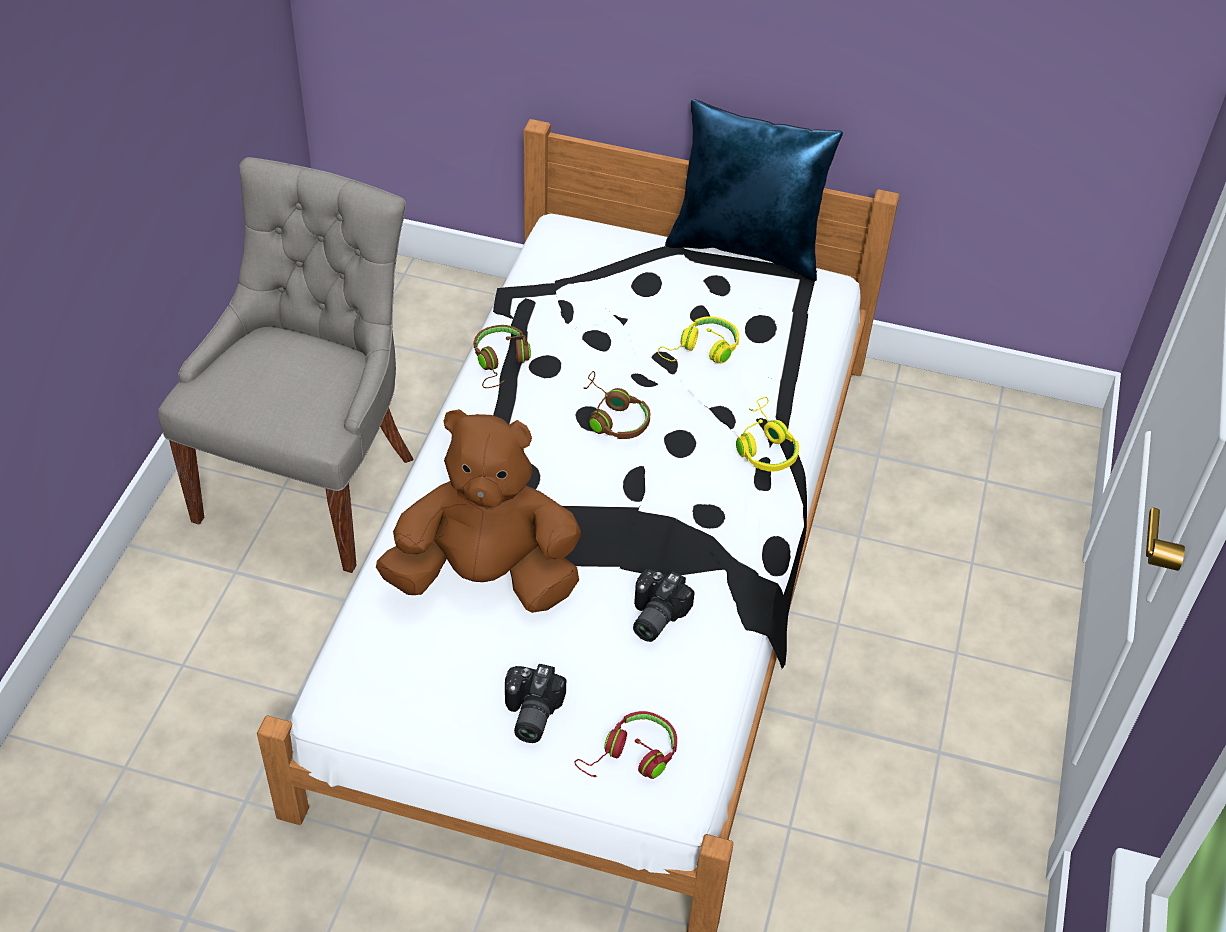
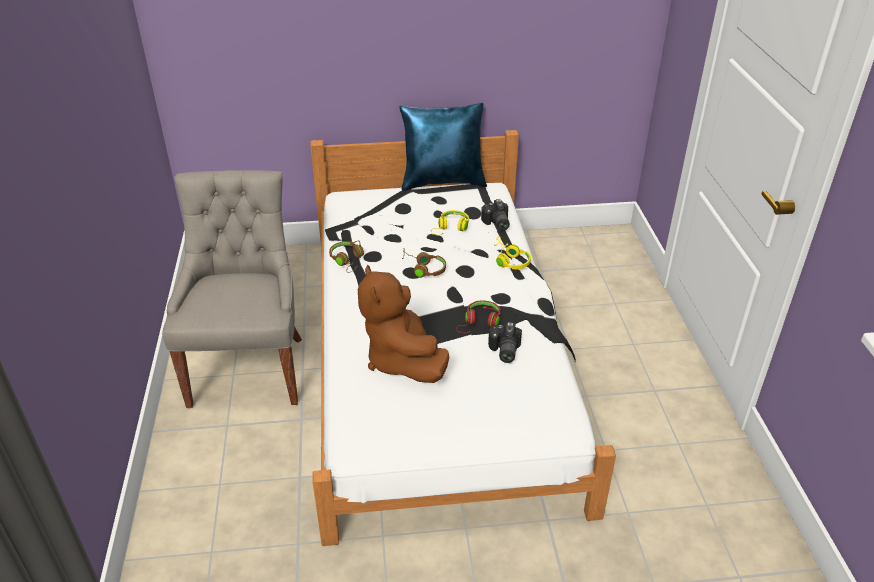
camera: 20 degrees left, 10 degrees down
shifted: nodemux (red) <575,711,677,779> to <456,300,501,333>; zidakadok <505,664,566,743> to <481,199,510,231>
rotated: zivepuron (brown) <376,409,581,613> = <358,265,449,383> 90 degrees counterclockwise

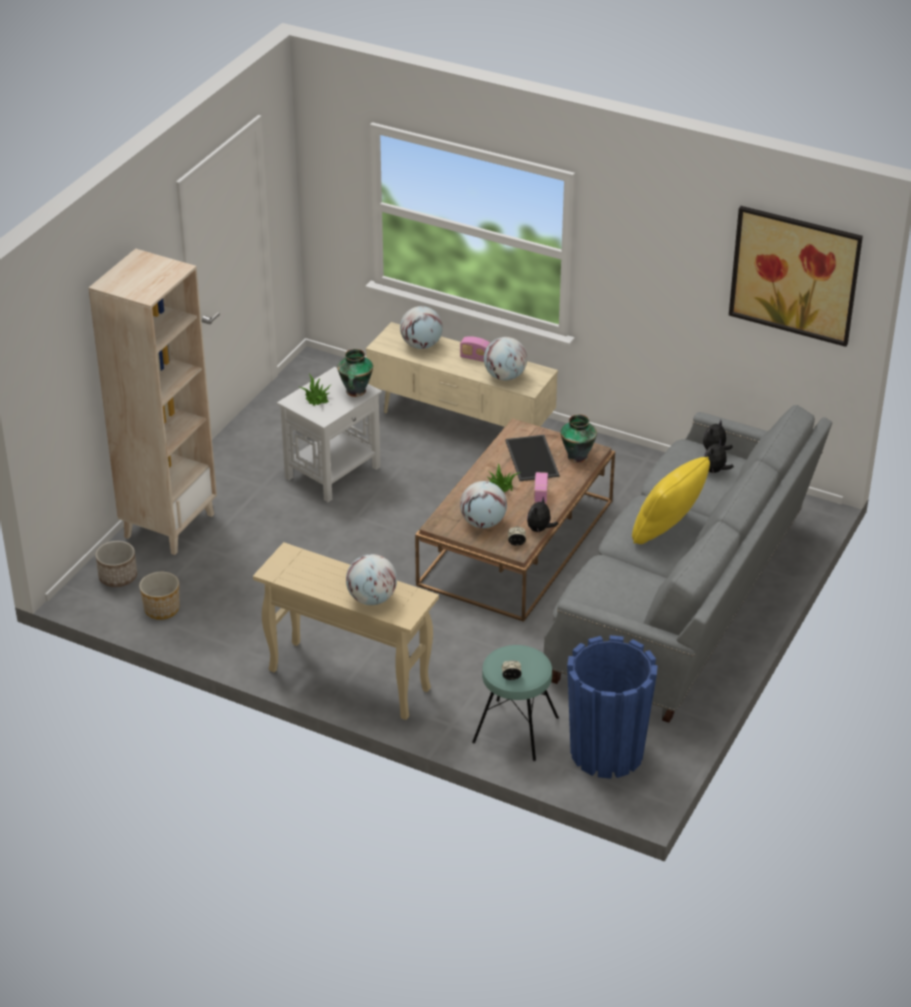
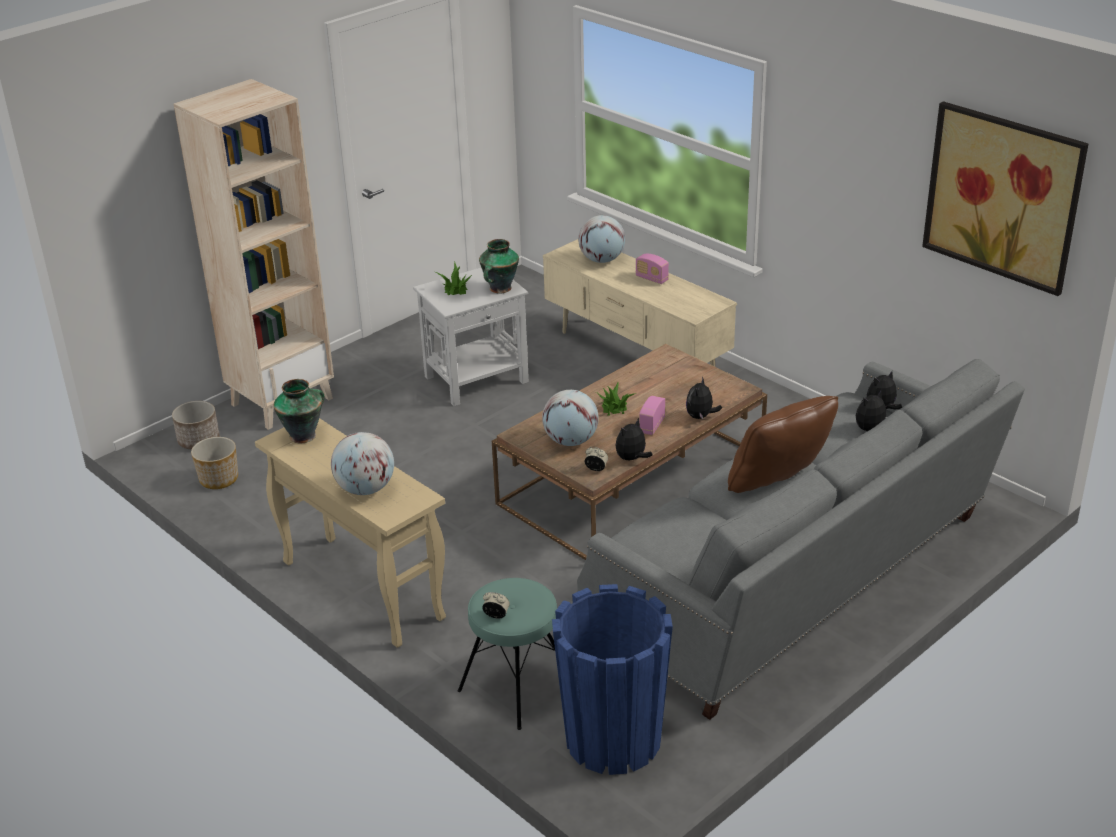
camera: 20 degrees right, 5 degrees down
gone: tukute <484,337,527,381>; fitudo <506,435,559,481>
new: zivepuron <686,376,722,419>
shifted: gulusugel <560,414,597,463> to <274,379,324,444>
repainted: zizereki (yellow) <632,457,710,544> to zizereki (brown) <728,396,838,493>

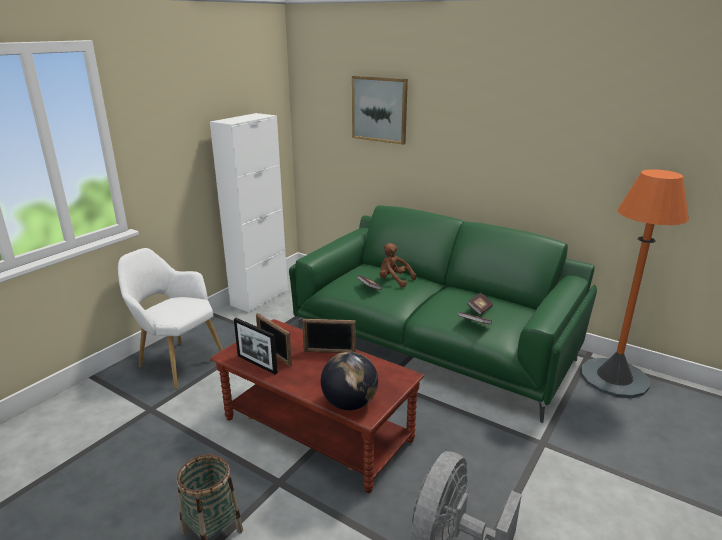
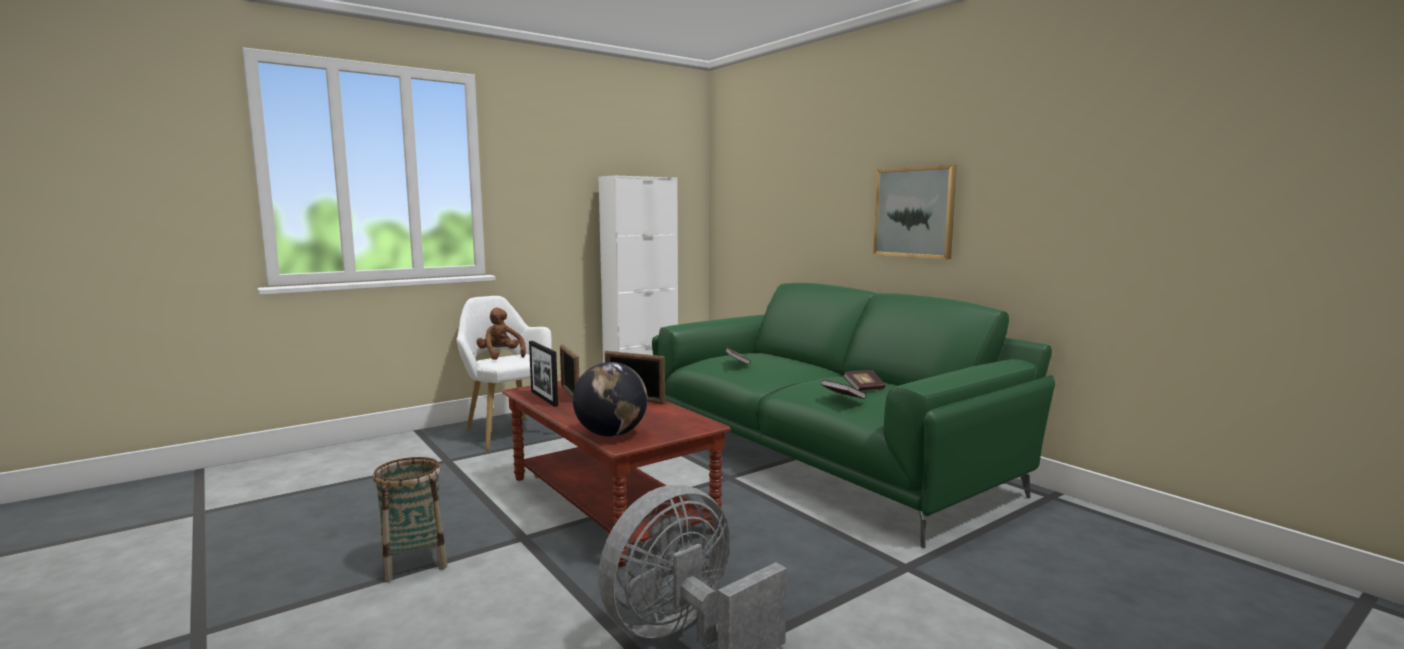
camera: 20 degrees right, 15 degrees down
gone: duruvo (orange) <581,169,689,398>
shifted: zivepuron (brown) <380,243,416,288> to <476,308,526,360>; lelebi <352,76,408,145> to <873,165,957,259>

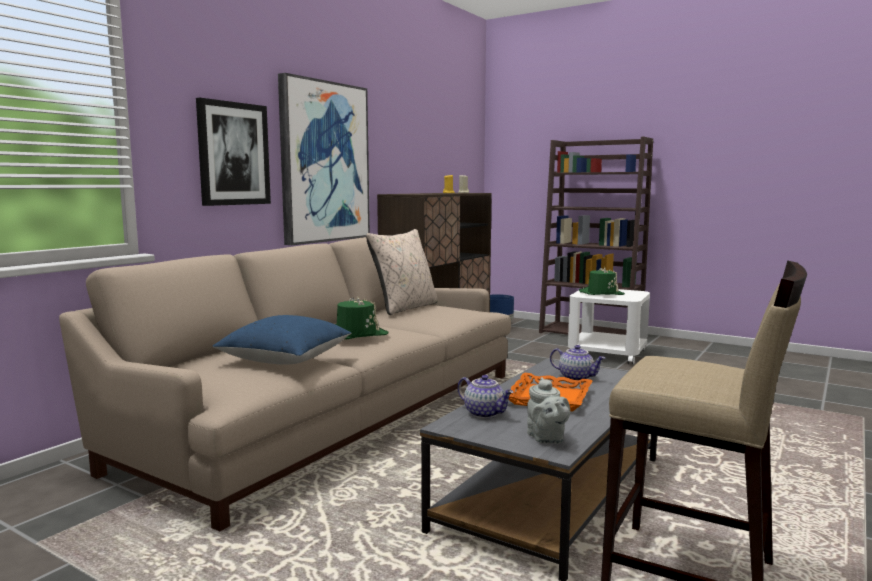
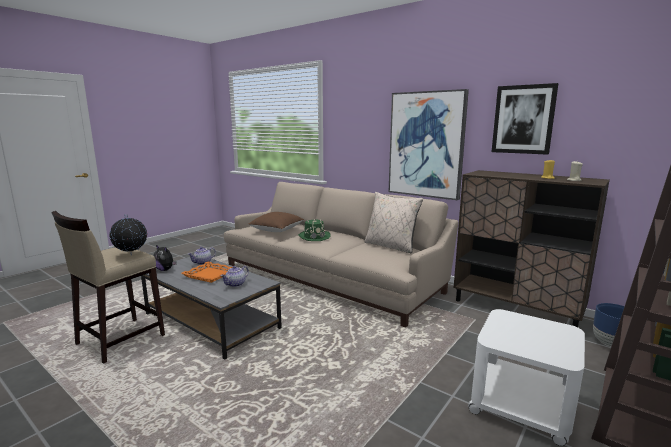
camera: 95 degrees right, 5 degrees up
gone: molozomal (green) <579,267,625,295>
new: tukute <109,214,147,255>
shifted: lelebi <196,98,271,206> to <492,83,558,155>
swapped: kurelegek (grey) <527,377,570,444> to zivepuron <154,245,177,271>
repainted: zizereki (blue) <213,315,351,365> to zizereki (brown) <248,212,304,232>

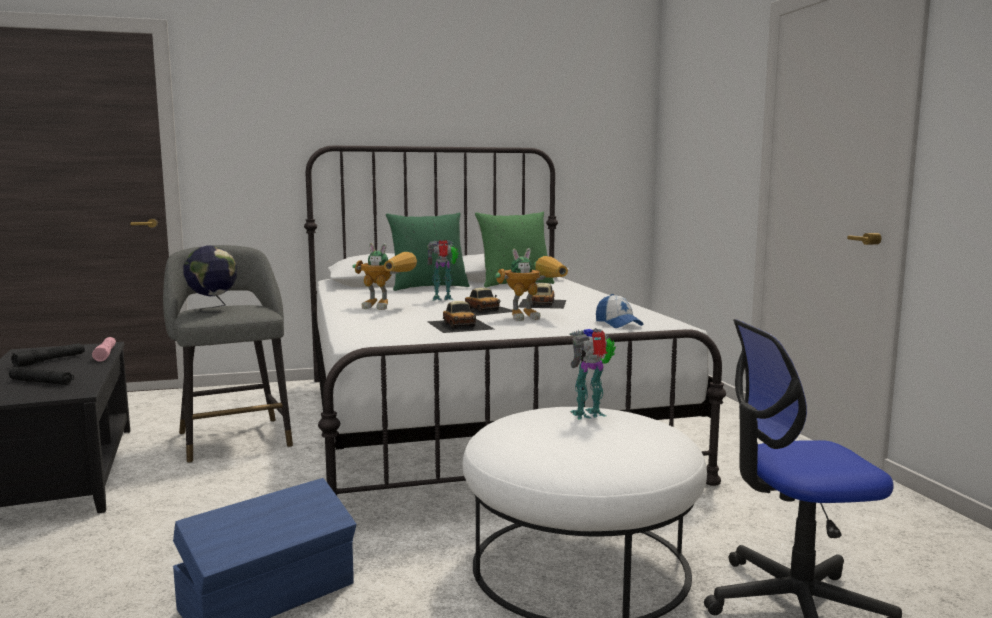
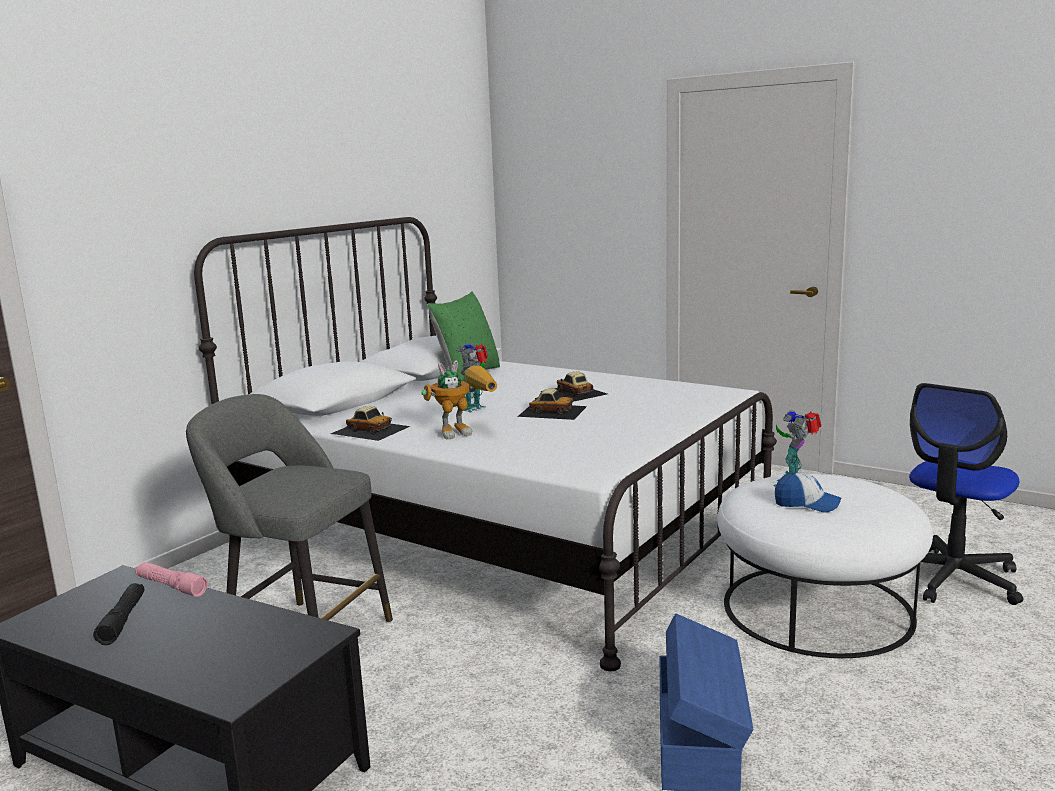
camera: 40 degrees left, 5 degrees up
gone: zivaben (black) <9,367,74,385>; tukute <183,245,237,313>; zizereki (green) <386,213,469,291>; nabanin <495,248,568,321>
shifted: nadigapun <427,301,494,333> to <330,406,410,441>; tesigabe <596,294,644,328> to <775,472,841,513>

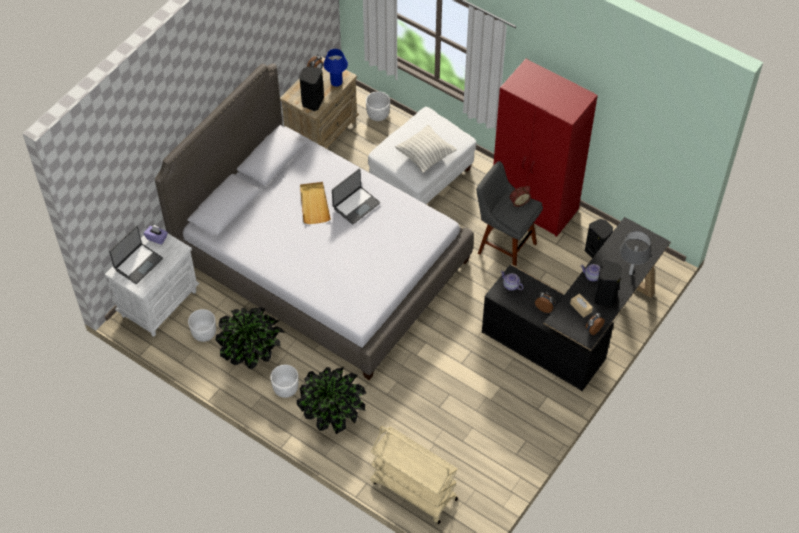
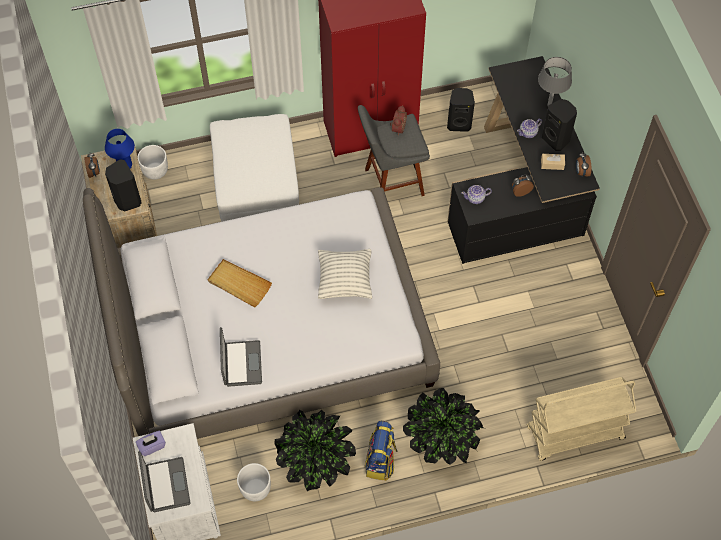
camera: 50 degrees left, 5 degrees up
shifted: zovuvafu <332,169,380,225> to <220,327,262,387>; zizereki <395,124,457,173> to <318,249,372,299>
swapped: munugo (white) <270,365,299,398> to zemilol <365,421,397,481>

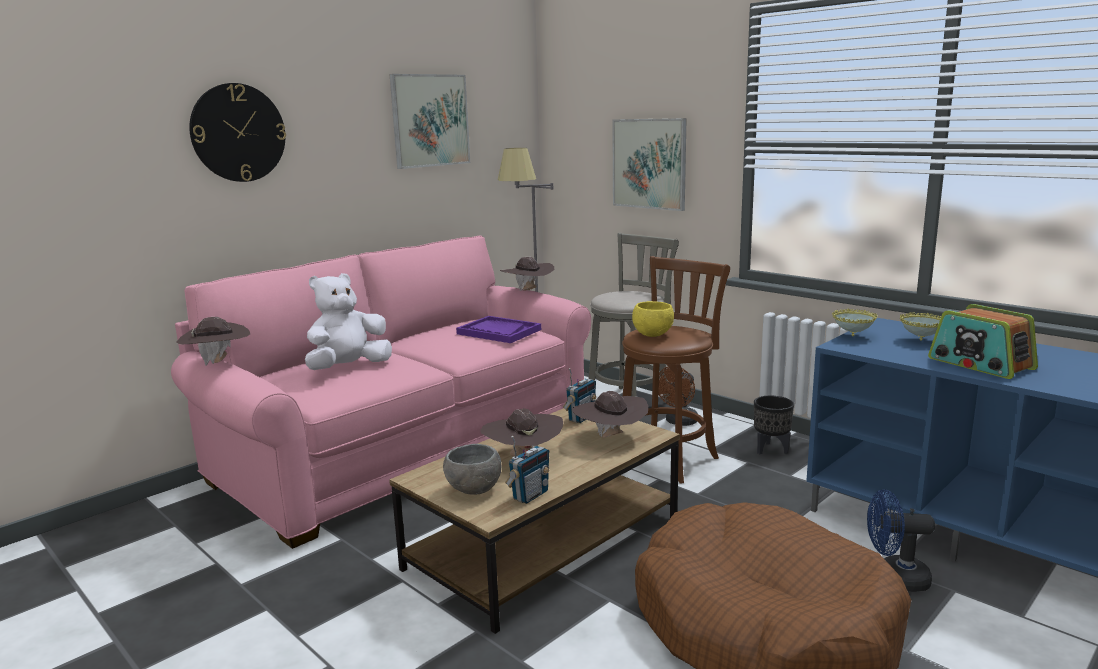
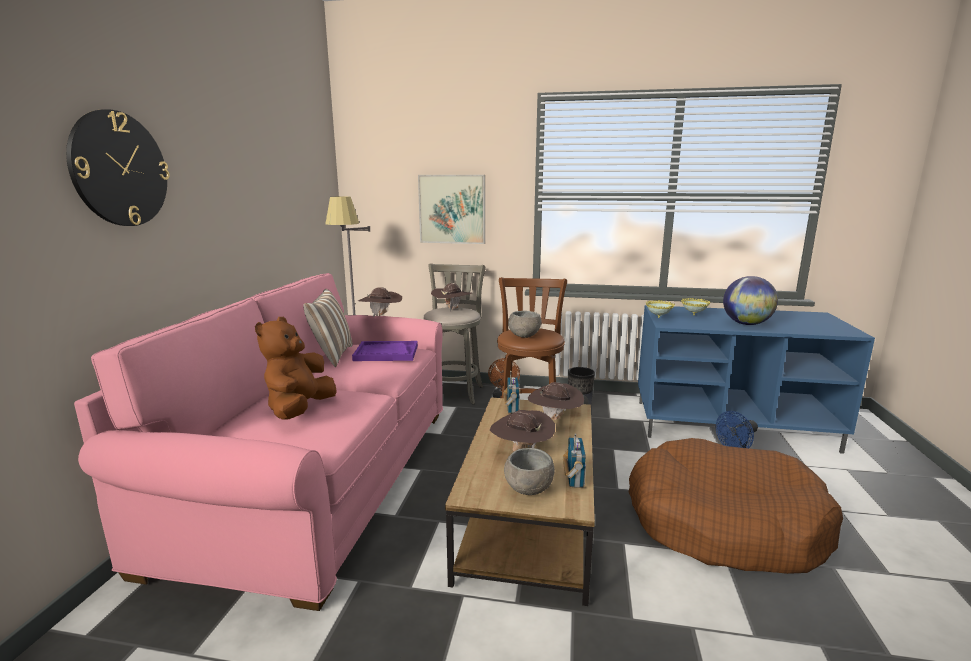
camera: 35 degrees left, 0 degrees up
gone: lelebi <390,74,470,169>
new: zizereki <303,289,353,367>
shifted: molozomal (brown) <177,317,250,366> to <431,283,472,311>
swapped: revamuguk <928,304,1038,379> to tukute <723,276,778,325>
repainted: zivepuron (white) <305,273,392,370> to zivepuron (brown) <255,317,337,420>; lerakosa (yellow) <632,301,674,337> to lerakosa (grey) <508,311,541,338>

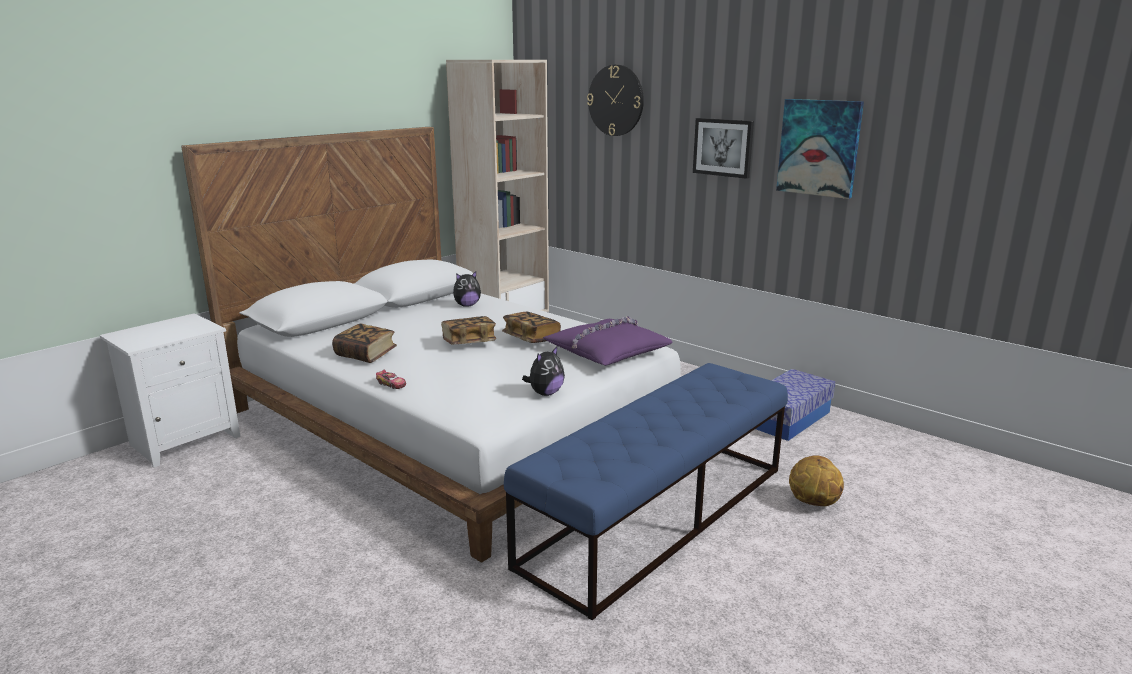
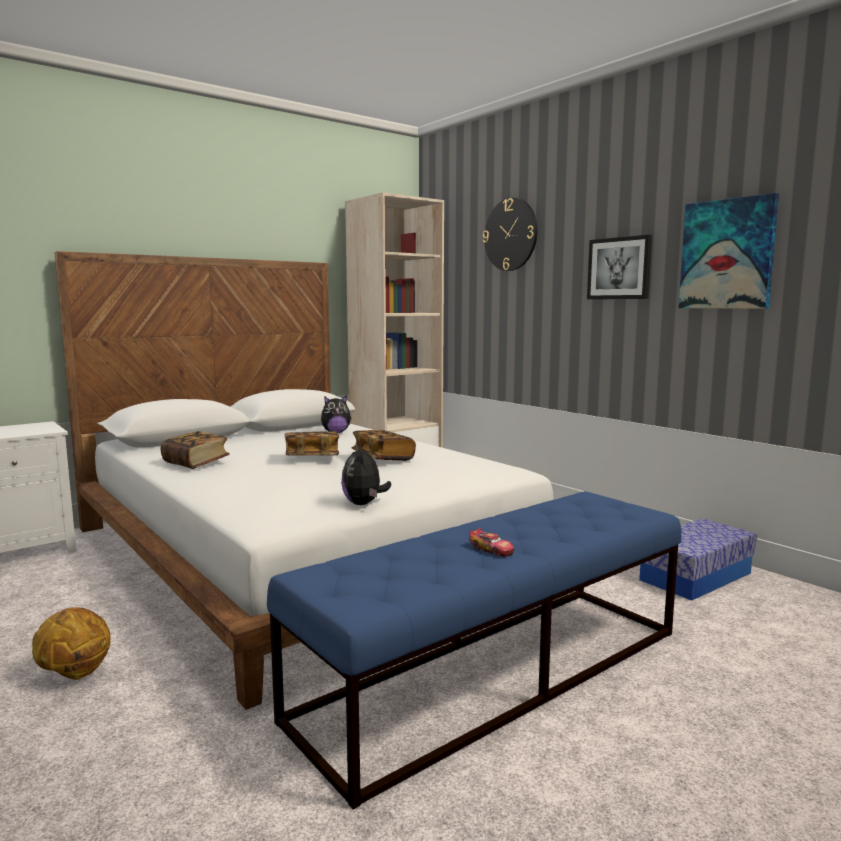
camera: 10 degrees right, 10 degrees down
gone: zizereki (purple) <543,316,673,366>
shifted: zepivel <789,455,844,506> to <32,607,111,680>; nadigapun <376,369,406,389> to <469,528,514,557>
rotated: zivepuron <522,347,565,396> = <341,444,391,505> 120 degrees clockwise

